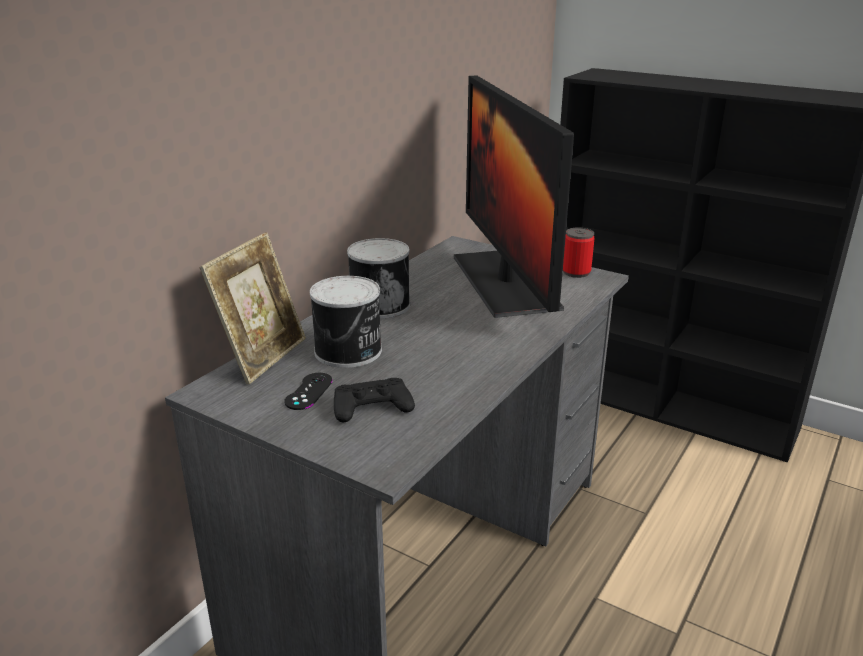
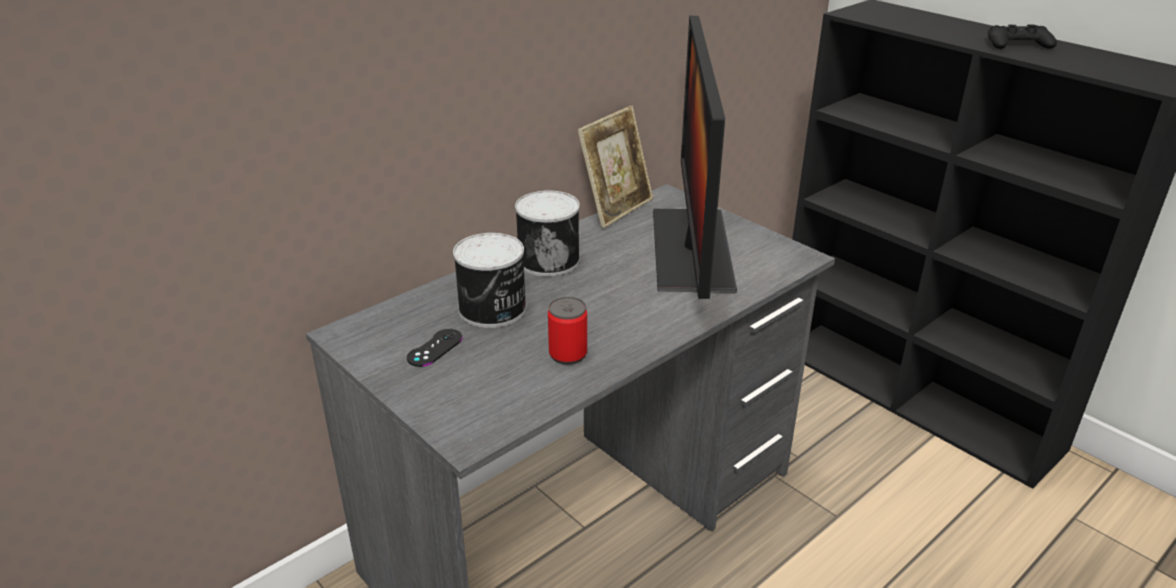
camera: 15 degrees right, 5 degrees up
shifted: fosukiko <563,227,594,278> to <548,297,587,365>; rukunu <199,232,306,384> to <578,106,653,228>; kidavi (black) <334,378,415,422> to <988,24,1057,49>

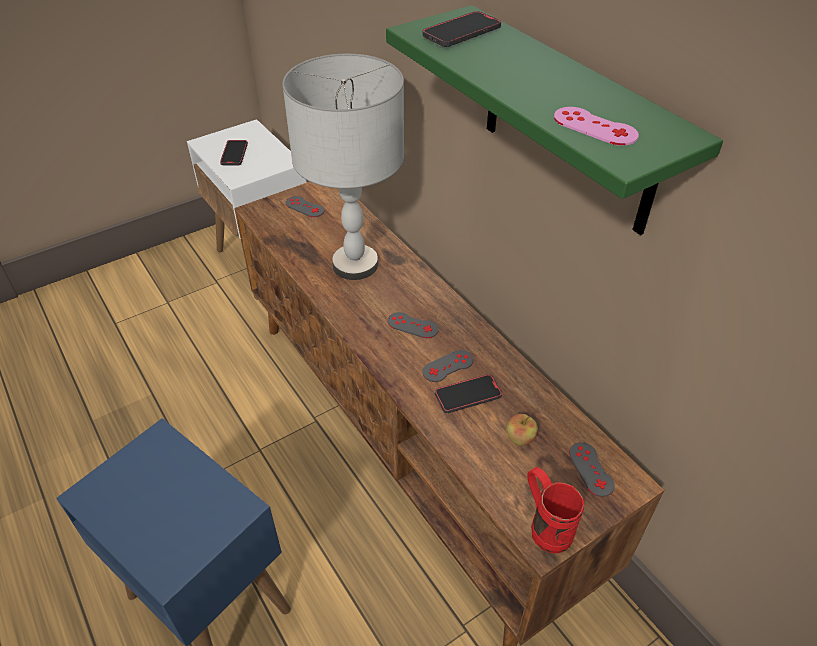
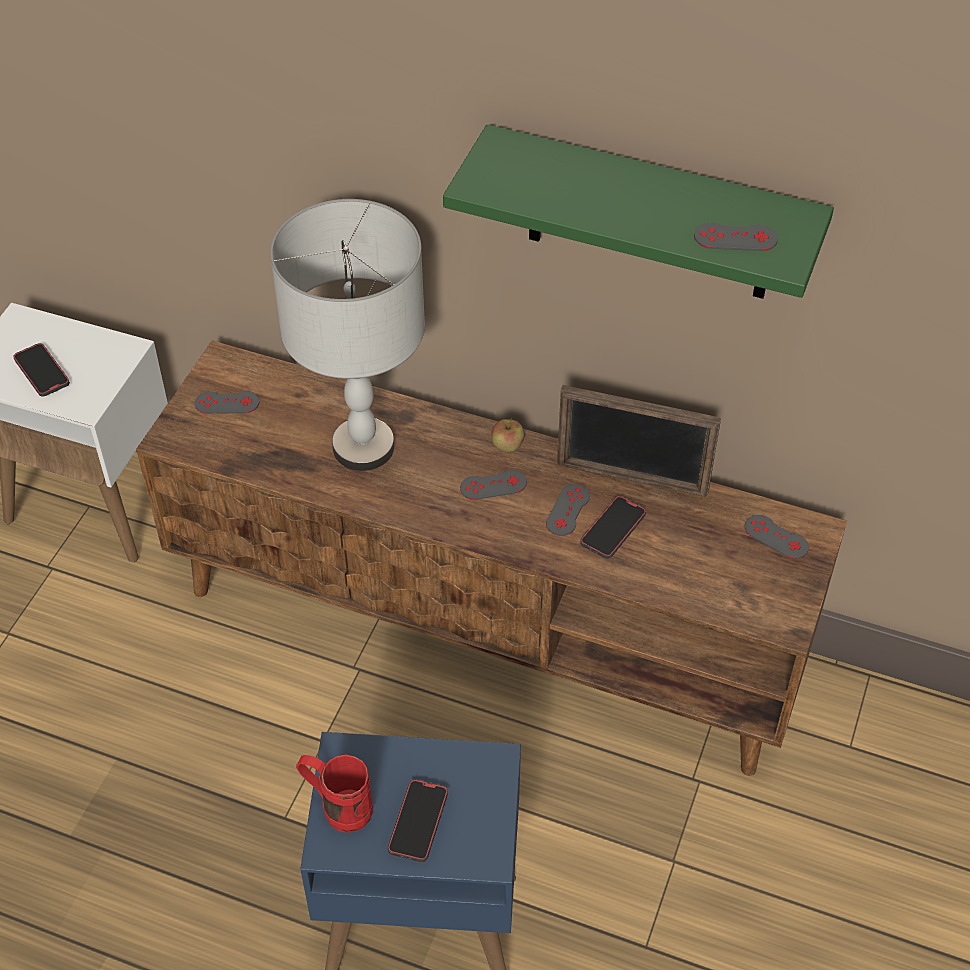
camera: 35 degrees left, 5 degrees up
new: rukunu <557,385,721,497>
shifted: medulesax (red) <527,467,584,553> to <296,754,373,833>; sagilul <422,11,501,47> to <388,779,448,862>; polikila <506,414,538,446> to <491,418,524,452>
repainted: kidavi (pink) <554,107,639,146> to kidavi (grey) <694,223,778,251>

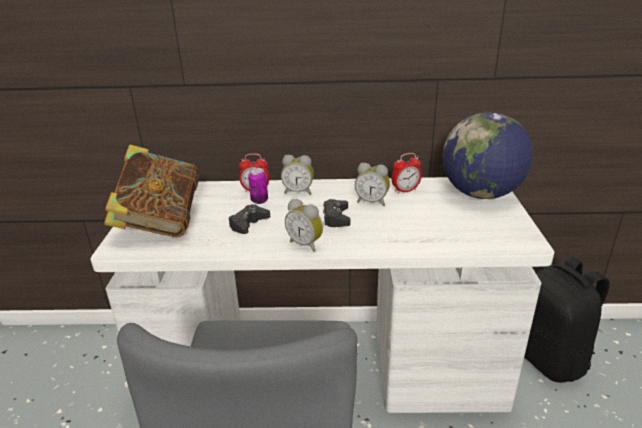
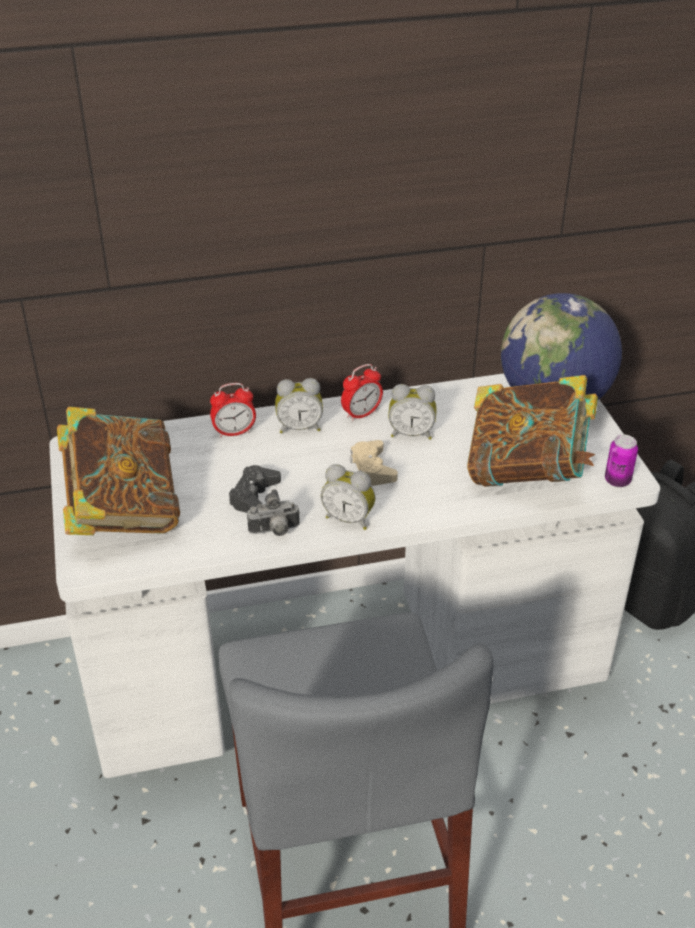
camera: 15 degrees left, 10 degrees up
new: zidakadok <247,489,300,536>; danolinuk <467,375,598,487>
shifted: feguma <391,153,422,194> to <341,364,383,422>; fosukiko <248,168,268,204> to <605,435,638,487>
repainted: kidavi (black) <323,199,351,227> to kidavi (beige) <350,440,398,486>

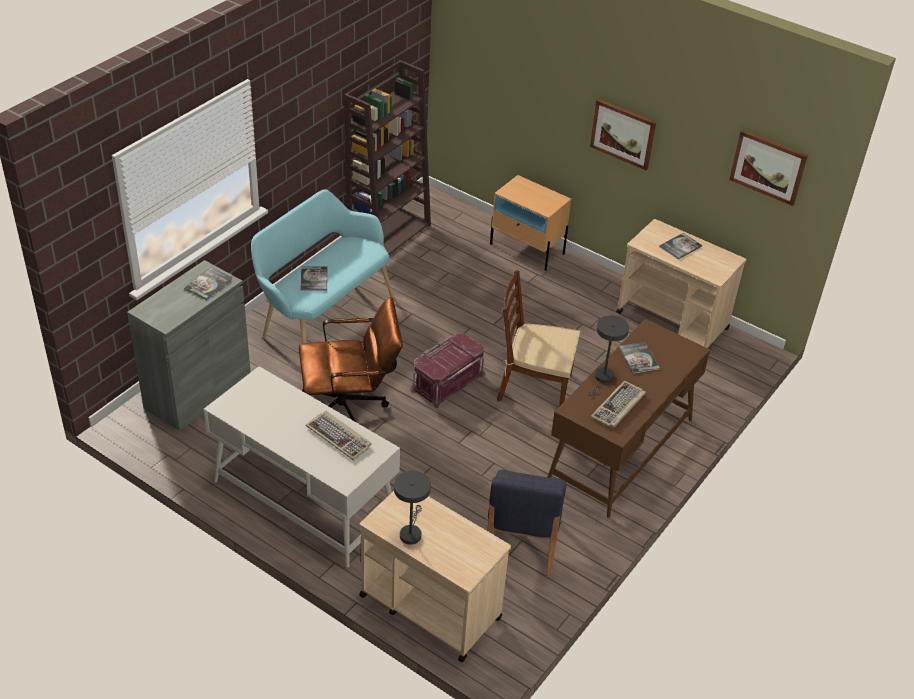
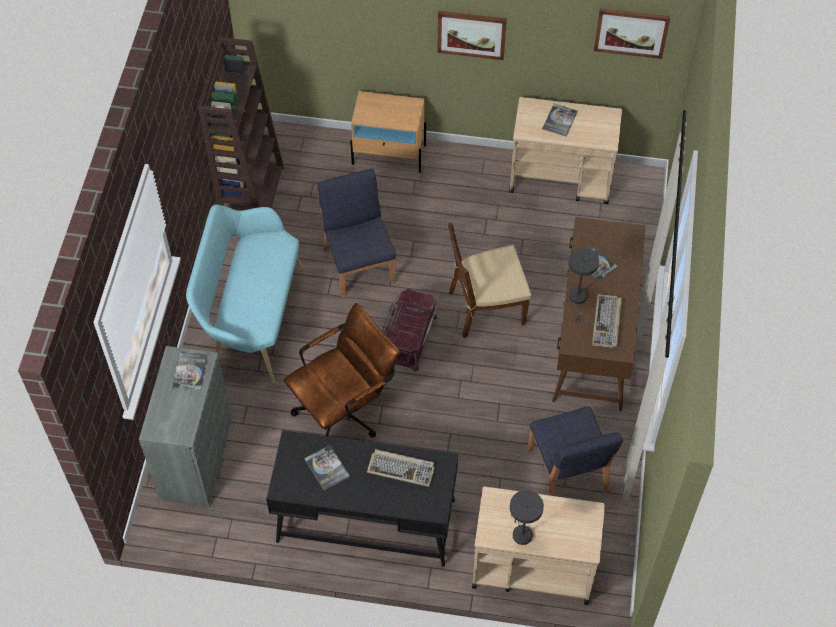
camera: 25 degrees left, 15 degrees up
new: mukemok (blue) <318,168,396,297>
shifted: danolinuk <300,266,328,291> to <304,445,350,491>
repainted: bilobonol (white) <204,366,400,567> to bilobonol (black) <266,430,458,567>

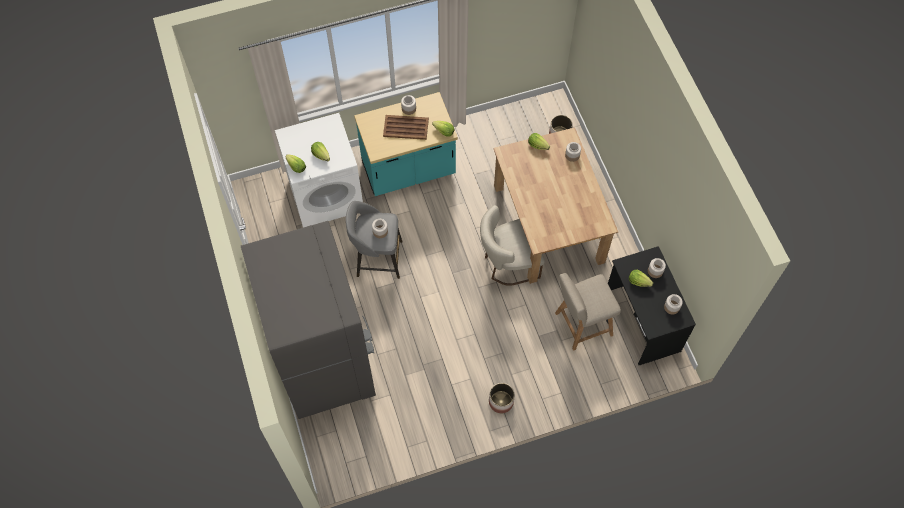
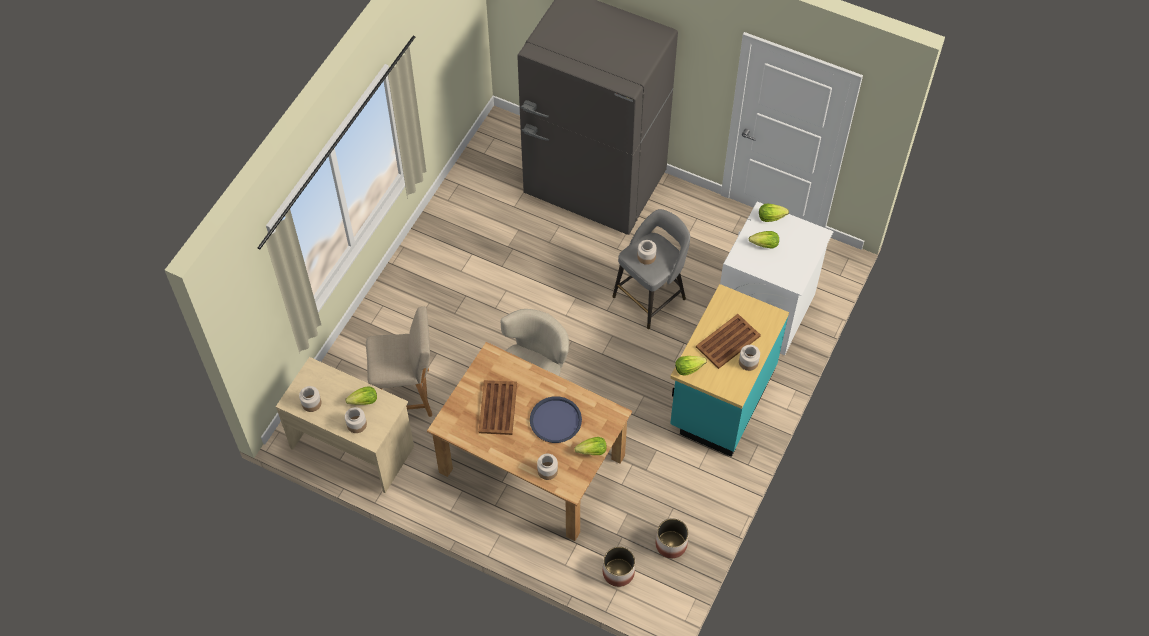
camera: 135 degrees right, 5 degrees down
new: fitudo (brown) <479,380,517,435>; fitudo (blue) <530,396,582,443>
shifted: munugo <489,383,515,413> to <656,518,689,558>
repainted: bilobonol (black) <608,246,696,365> to bilobonol (beige) <276,357,414,493>
rotated: mukemok (beige) <555,273,621,351> = <366,307,432,417> 60 degrees clockwise

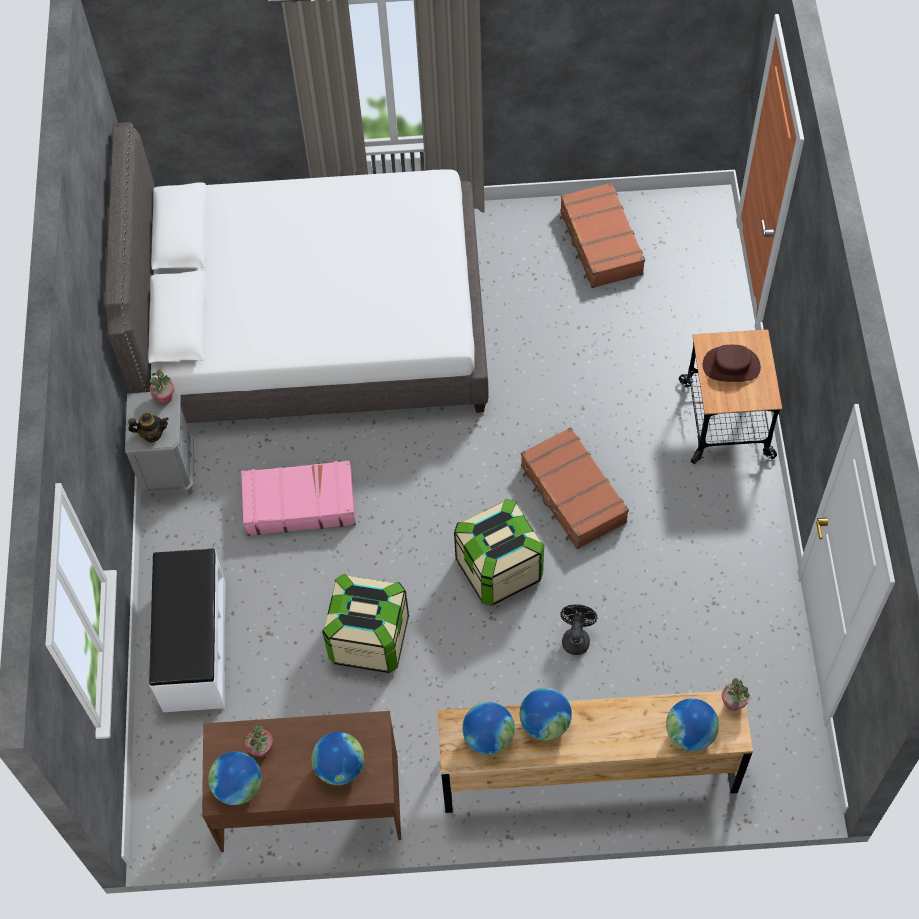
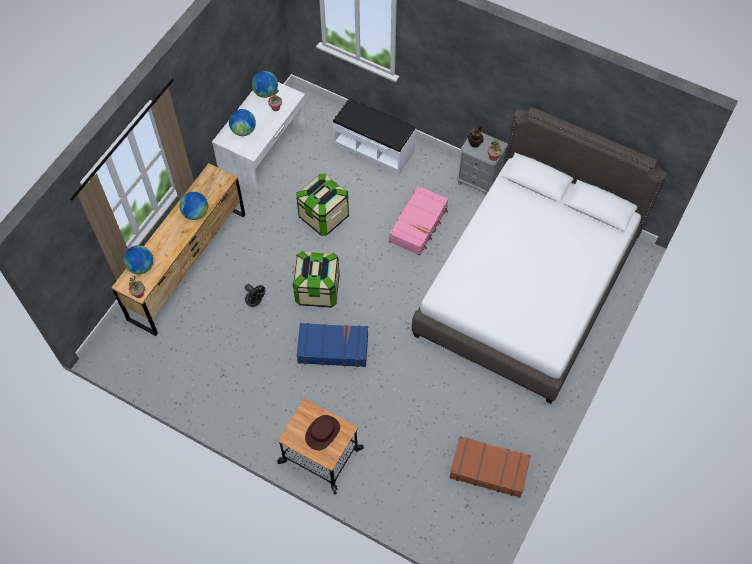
camera: 120 degrees right, 0 degrees up
gone: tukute <462,702,515,755>
repainted: bilobonol (brown) <202,711,401,852> to bilobonol (white) <212,82,307,197>; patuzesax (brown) <521,427,629,549> to patuzesax (blue) <297,323,368,367>

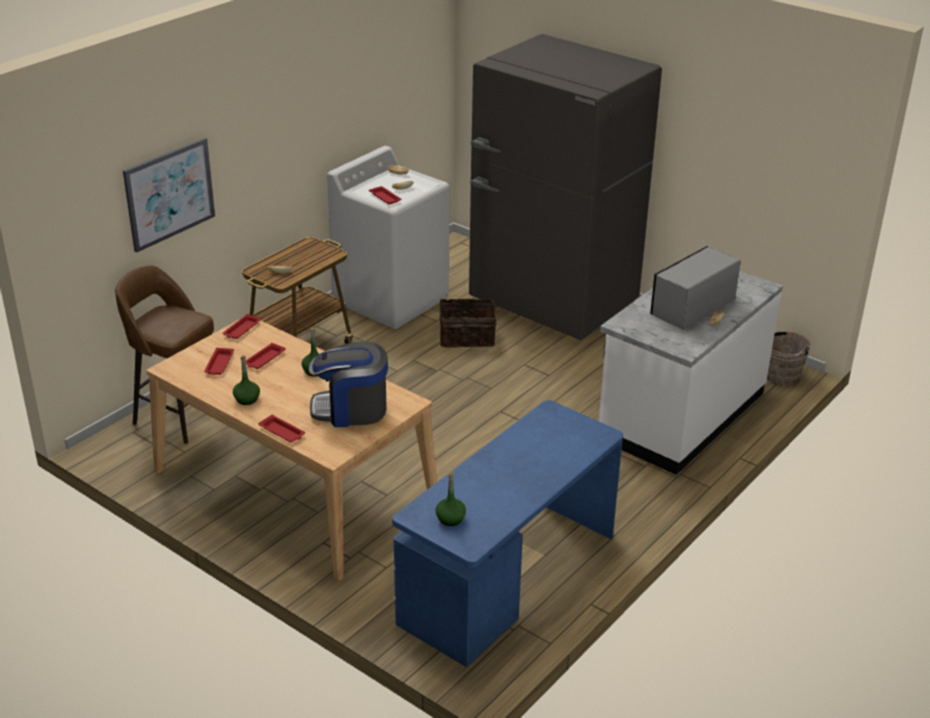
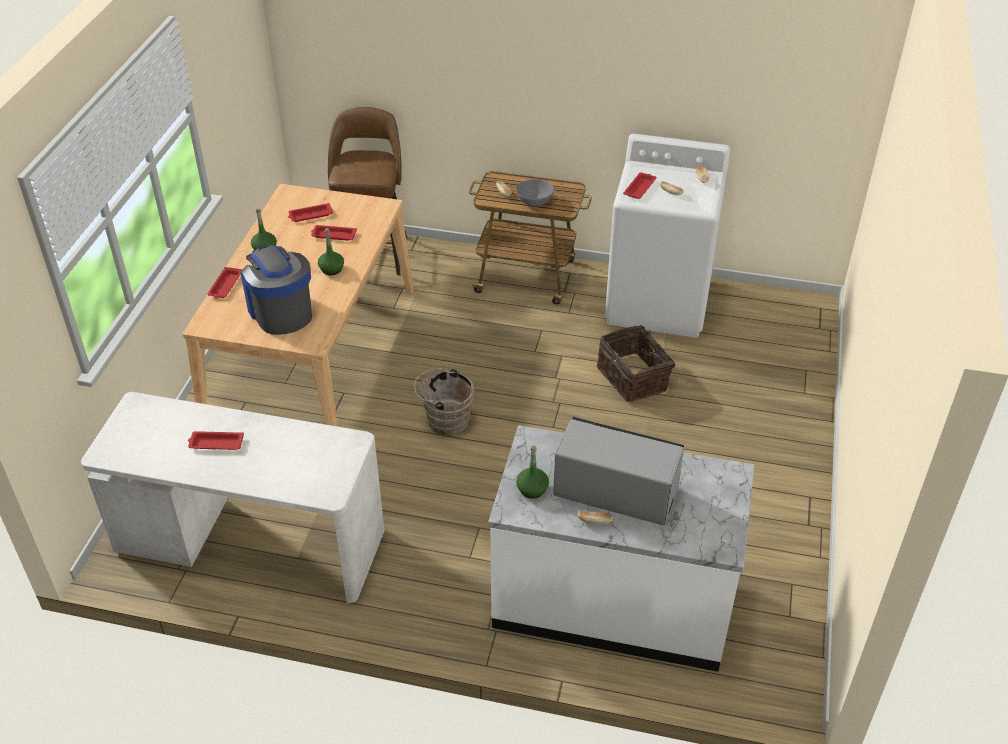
camera: 65 degrees right, 10 degrees up
gone: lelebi <123,137,215,253>; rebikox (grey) <469,34,662,340>
new: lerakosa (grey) <516,179,554,206>
shifted: fitudo (red) <223,314,261,339> to <188,431,244,450>; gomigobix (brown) <767,331,811,386> to <414,368,474,436>; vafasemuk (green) <436,472,466,526> to <516,445,549,499>
repainted: bilobonol (blue) <392,400,623,667> to bilobonol (white) <81,392,384,603>

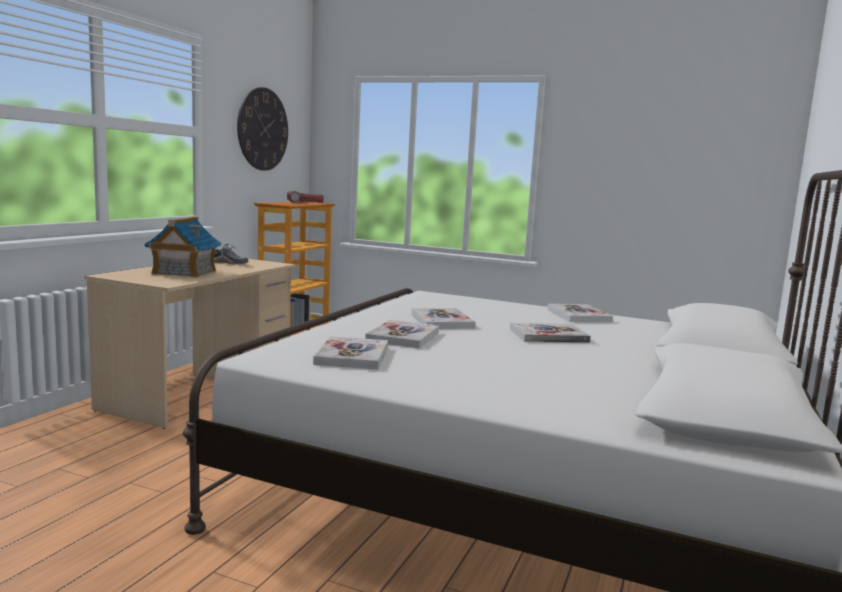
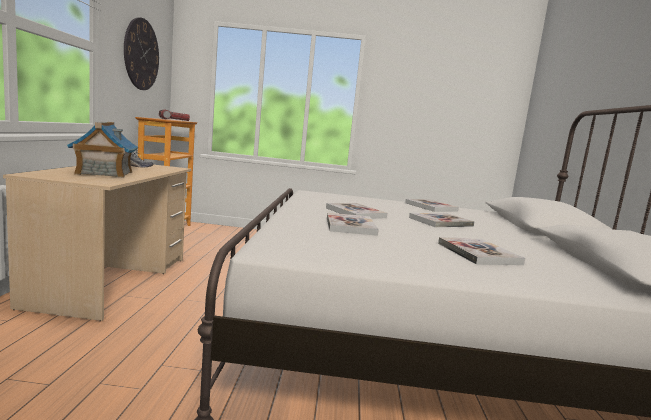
camera: 20 degrees left, 0 degrees up
shifted: danolinuk <313,336,388,370> to <438,237,525,265>

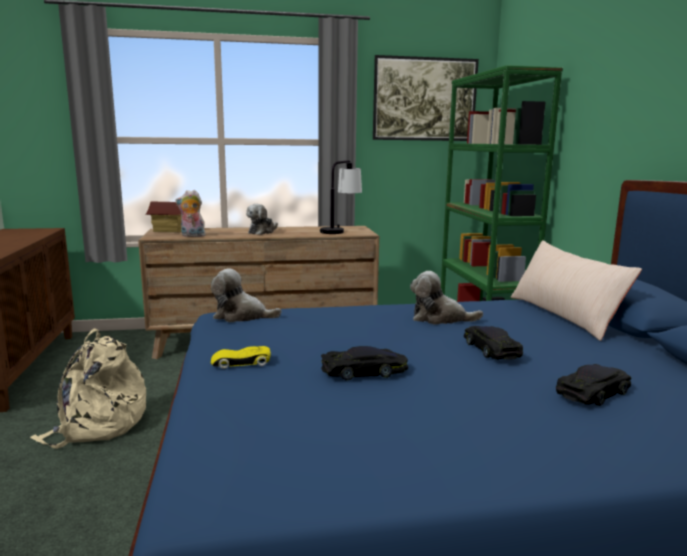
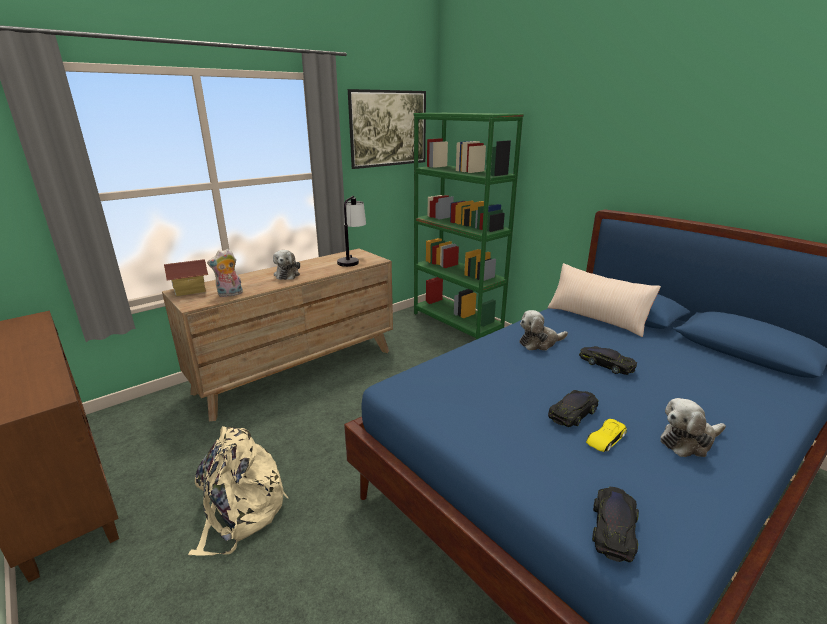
camera: 30 degrees left, 10 degrees up
shifted: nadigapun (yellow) <211,346,271,369> to <586,419,627,452>; nadigapun (black) <556,364,631,406> to <592,487,639,562>; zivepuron <211,268,282,322> to <660,398,726,457>

